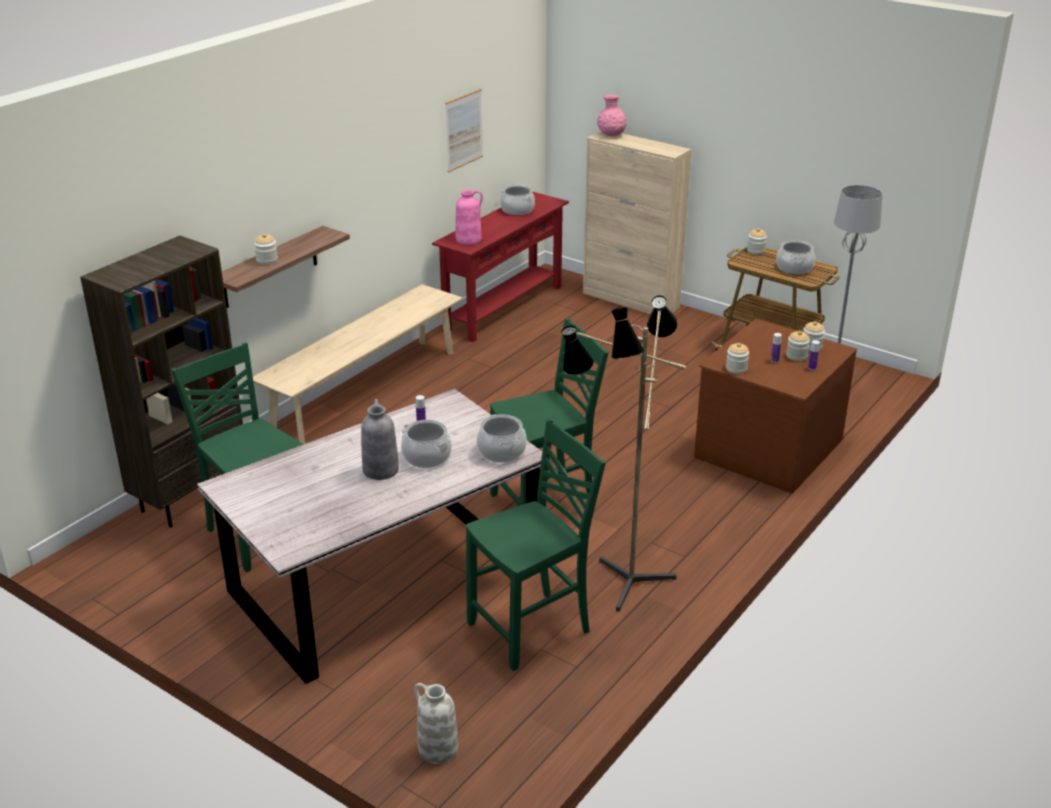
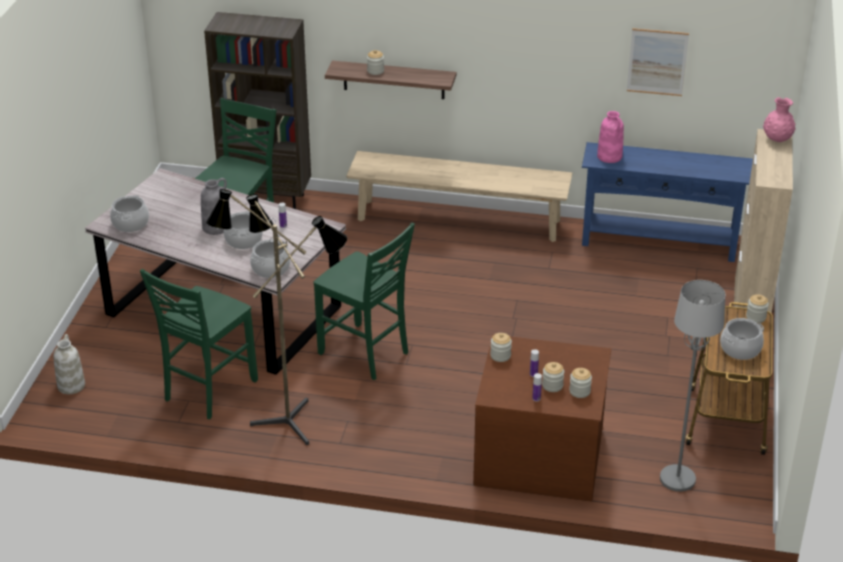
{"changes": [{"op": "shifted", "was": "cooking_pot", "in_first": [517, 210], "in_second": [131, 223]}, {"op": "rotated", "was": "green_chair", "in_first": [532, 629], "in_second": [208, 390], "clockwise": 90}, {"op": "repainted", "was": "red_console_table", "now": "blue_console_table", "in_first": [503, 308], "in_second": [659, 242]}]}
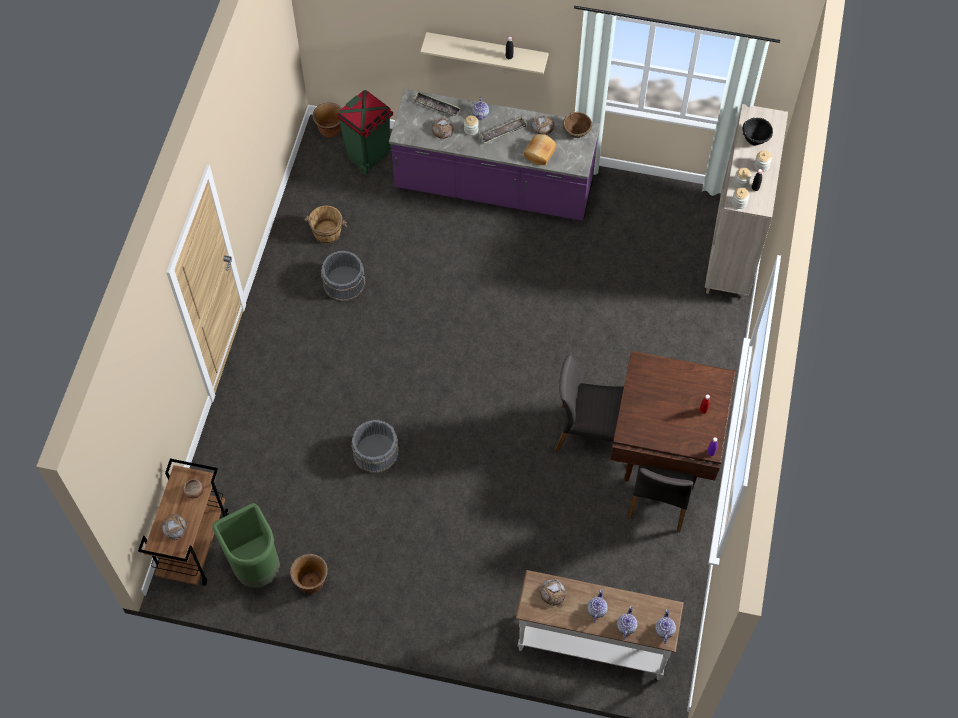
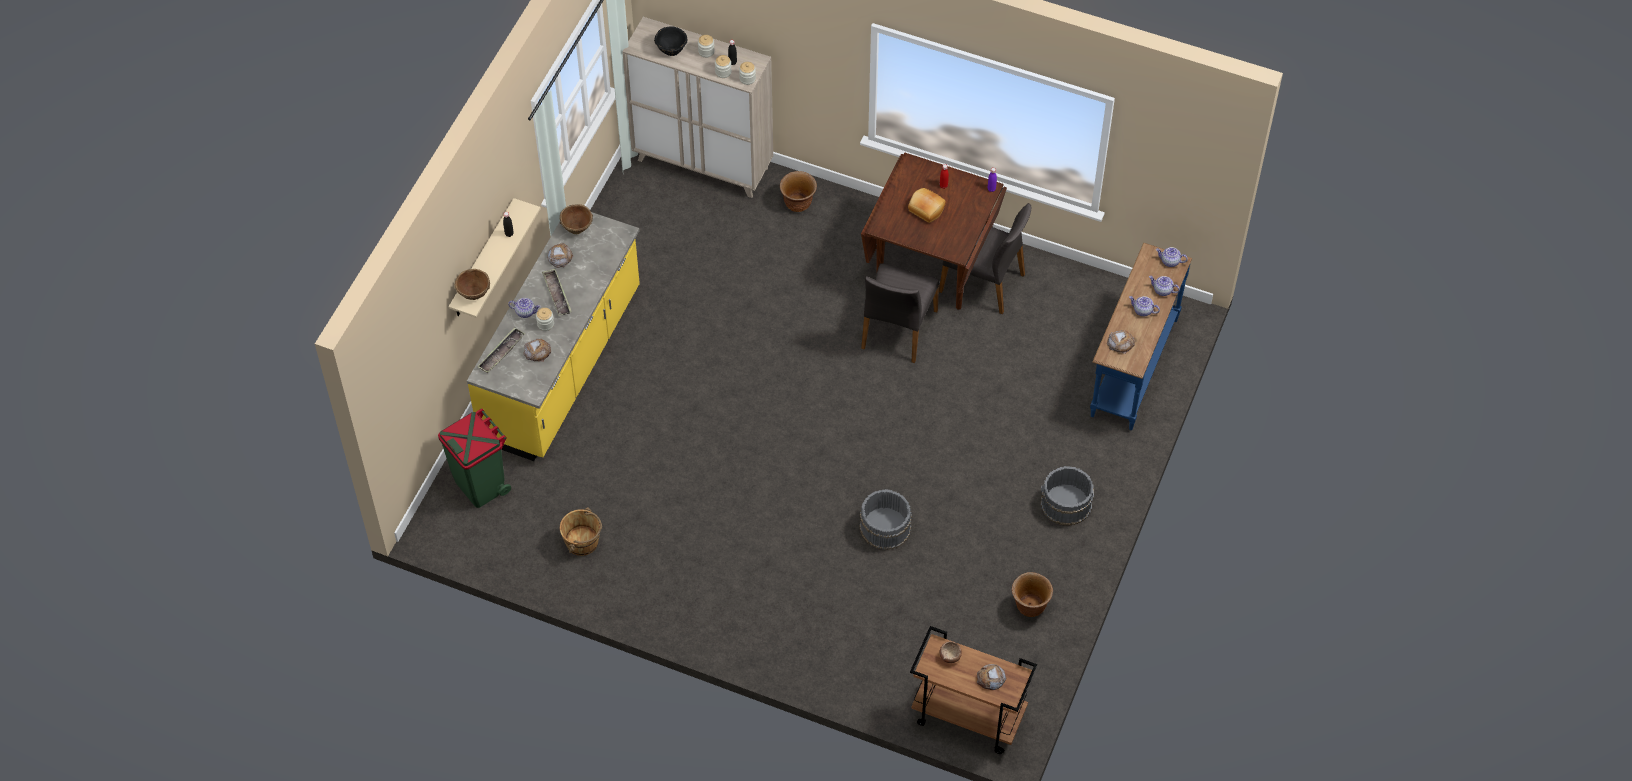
{"changes": [{"op": "new", "now": "brown_bowl", "in_second": [474, 294]}, {"op": "repainted", "was": "purple_counter", "now": "yellow_counter", "in_first": [494, 188], "in_second": [563, 366]}, {"op": "shifted", "was": "brown_planter", "in_first": [330, 130], "in_second": [798, 203]}, {"op": "shifted", "was": "bread", "in_first": [539, 153], "in_second": [926, 210]}, {"op": "shifted", "was": "grey_bucket", "in_first": [343, 282], "in_second": [1066, 504]}, {"op": "repainted", "was": "white_console_table", "now": "blue_console_table", "in_first": [593, 643], "in_second": [1132, 367]}, {"op": "gone", "was": "green_trash_can", "in_first": [256, 565]}]}
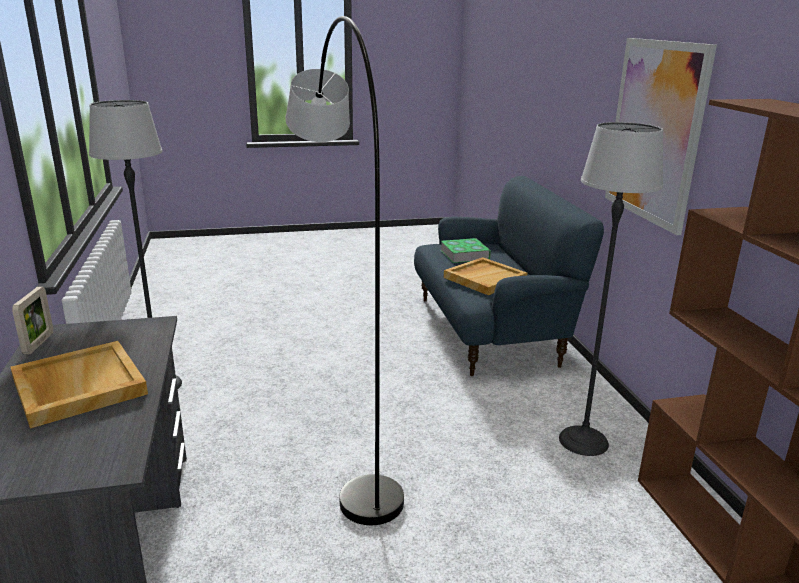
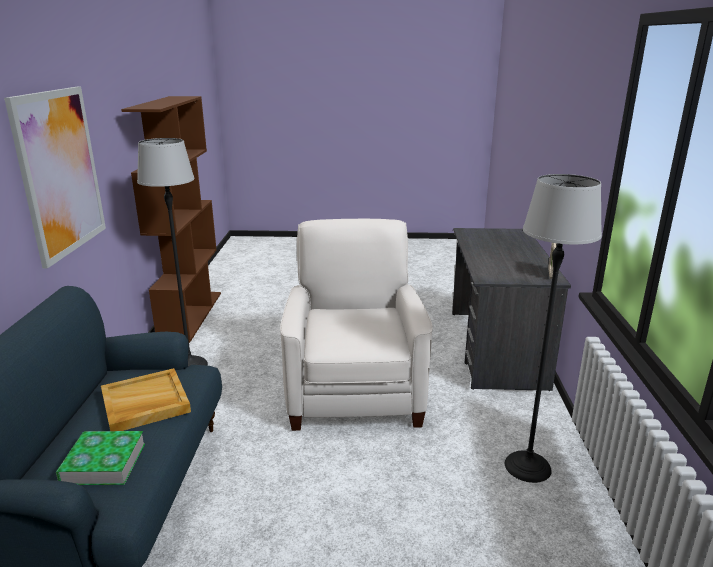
{"changes": [{"op": "swapped", "was": "grey_floor_lamp", "now": "white_armchair", "in_first": [344, 434], "in_second": [354, 392]}, {"op": "gone", "was": "beige_tray", "in_first": [78, 386]}]}
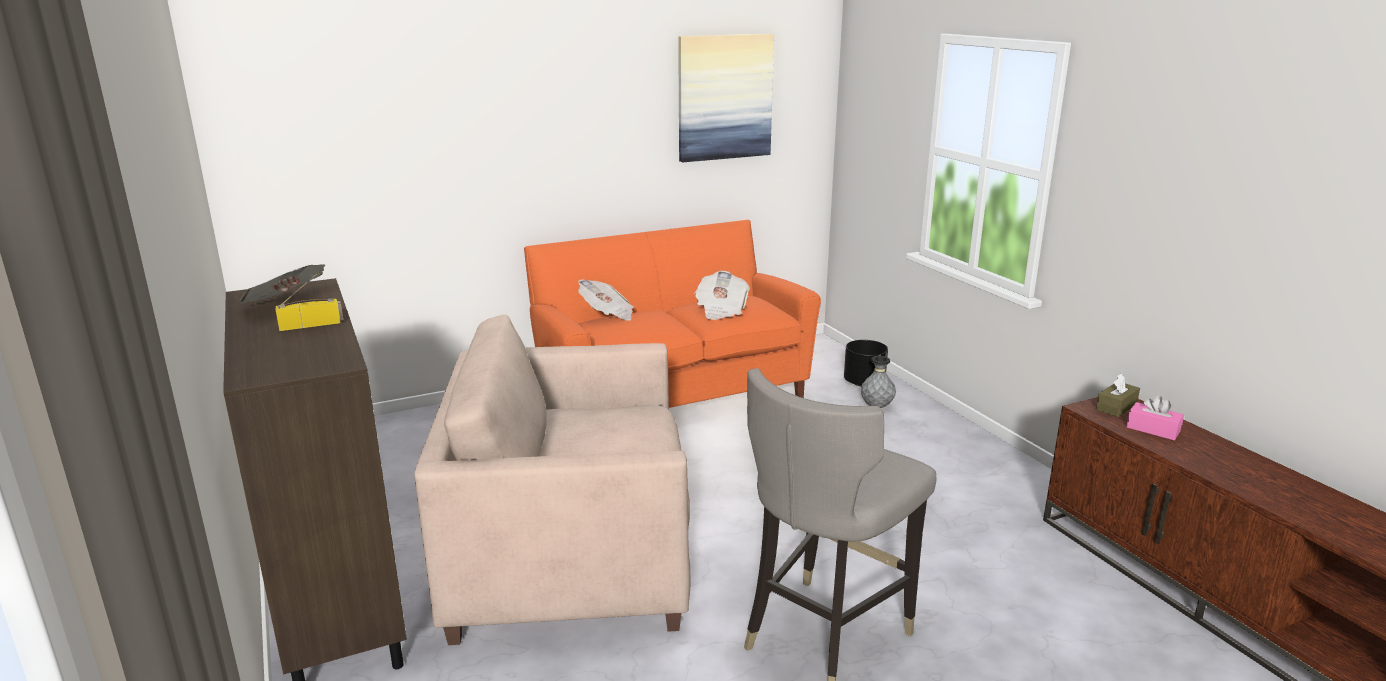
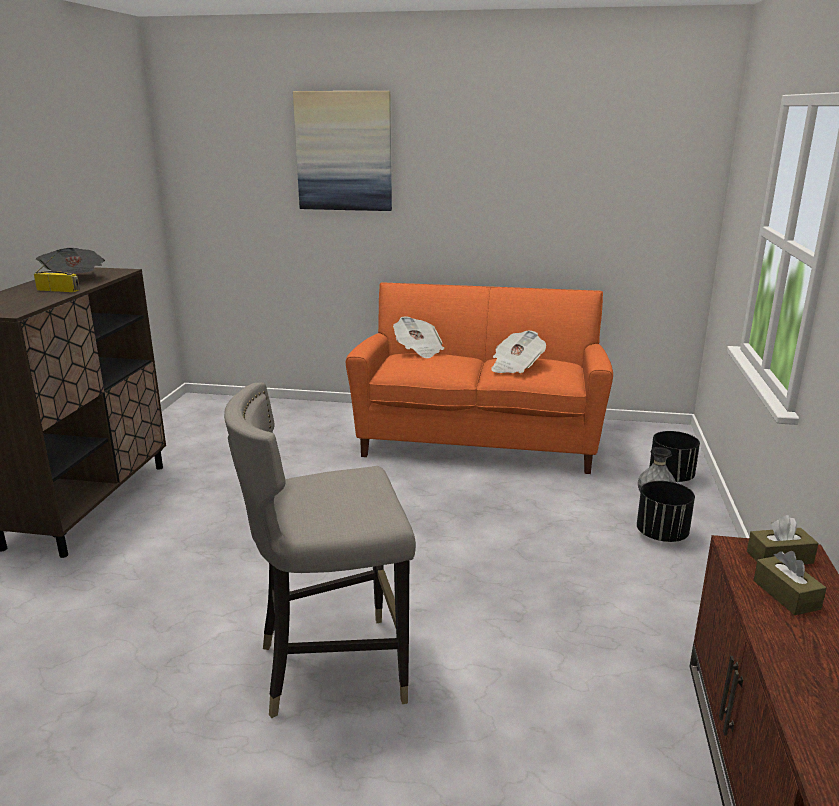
{"changes": [{"op": "shifted", "was": "picture", "in_first": [724, 97], "in_second": [344, 151]}, {"op": "new", "now": "black_planter", "in_second": [662, 535]}, {"op": "repainted", "was": "pink_tissue_box", "now": "brown_tissue_box", "in_first": [1153, 429], "in_second": [786, 595]}, {"op": "gone", "was": "beige_armchair", "in_first": [570, 561]}]}
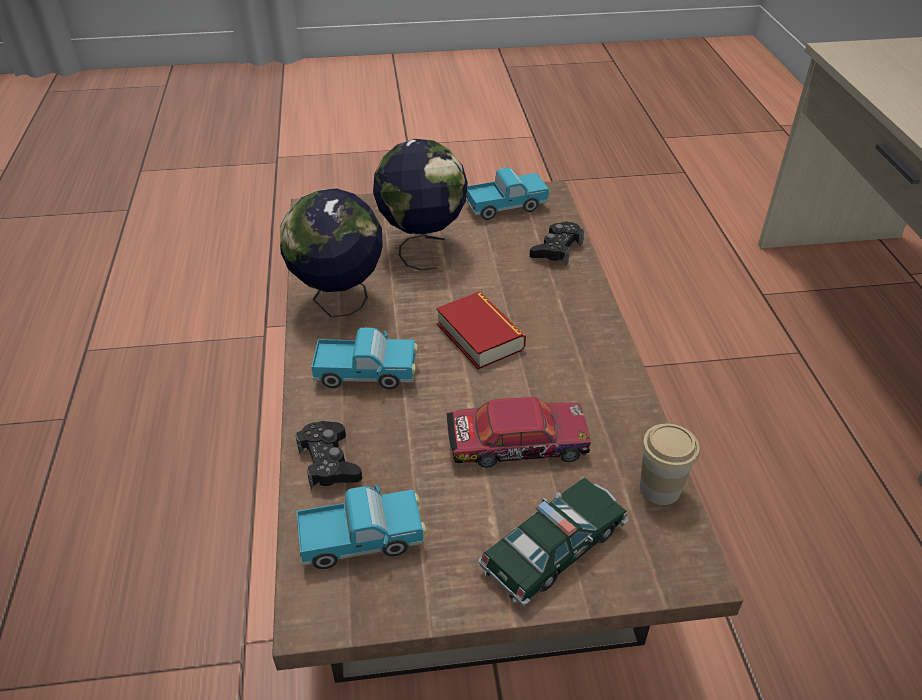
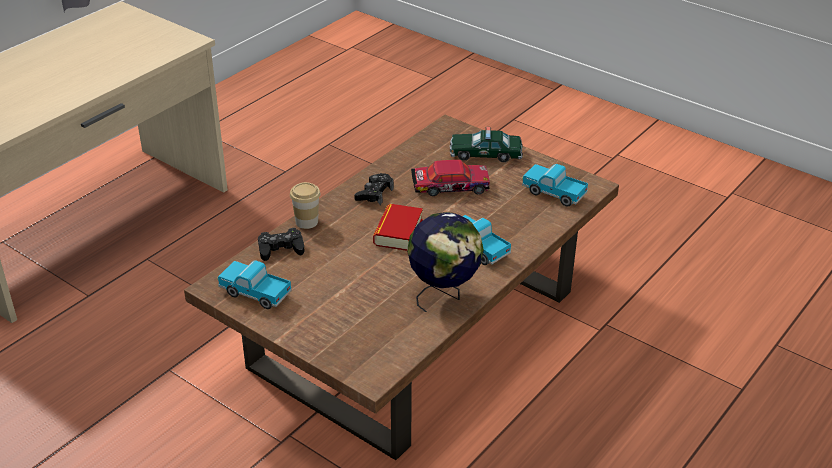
{"changes": [{"op": "shifted", "was": "cup", "in_first": [660, 488], "in_second": [306, 222]}, {"op": "shifted", "was": "black_game_controller", "in_first": [329, 462], "in_second": [374, 193]}, {"op": "rotated", "was": "toy_car", "in_first": [516, 443], "in_second": [450, 186], "clockwise": 135}, {"op": "gone", "was": "globe", "in_first": [422, 247]}]}
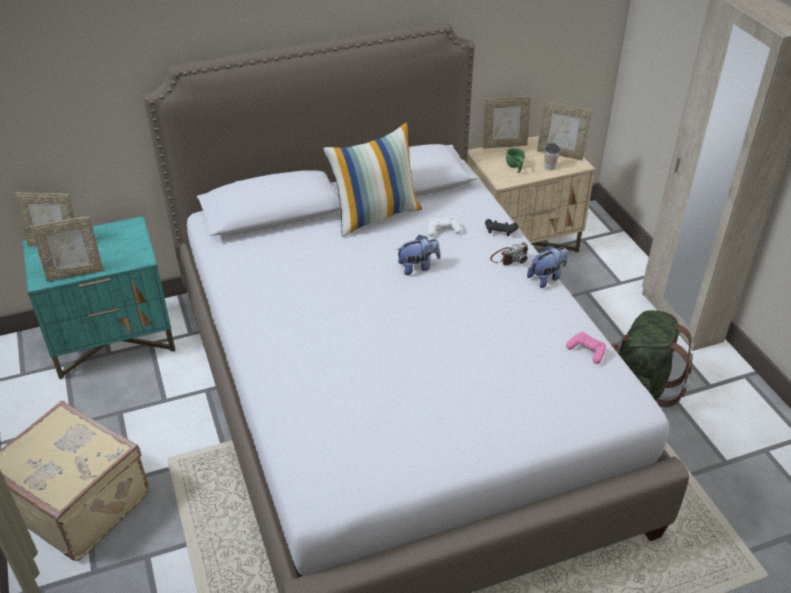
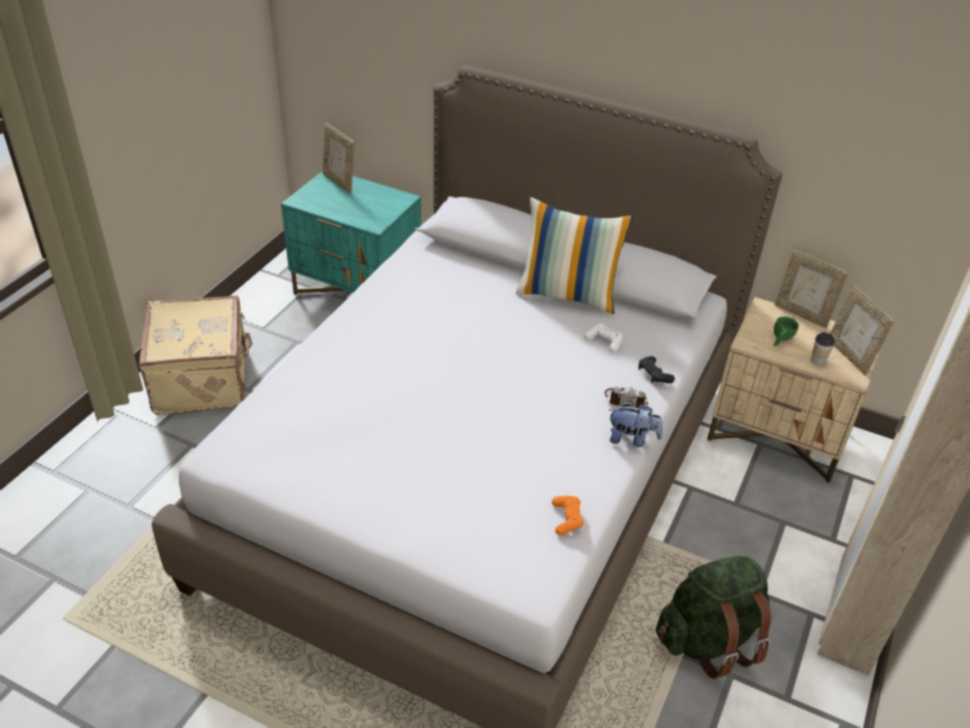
{"changes": [{"op": "repainted", "was": "pink_game_controller", "now": "orange_game_controller", "in_first": [586, 351], "in_second": [566, 519]}, {"op": "gone", "was": "picture_frame", "in_first": [75, 273]}, {"op": "gone", "was": "plush_toy", "in_first": [418, 267]}]}
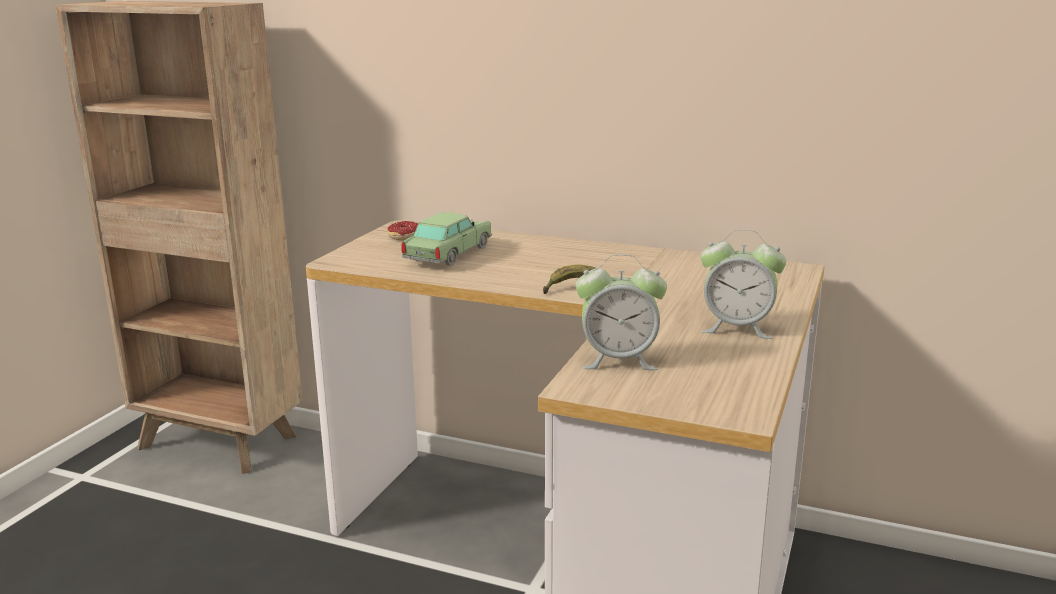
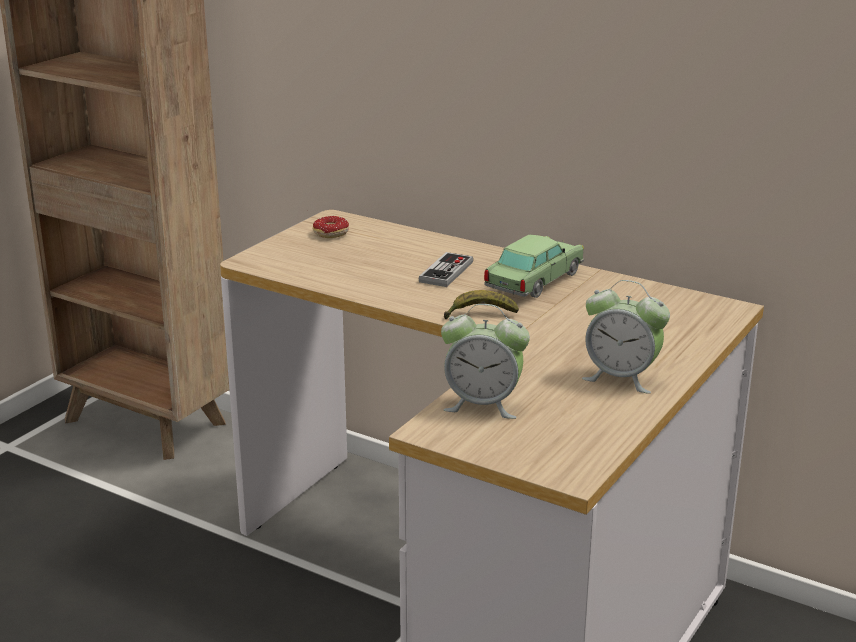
{"changes": [{"op": "new", "now": "game_controller", "in_second": [446, 272]}, {"op": "shifted", "was": "toy_car", "in_first": [448, 255], "in_second": [534, 282]}]}
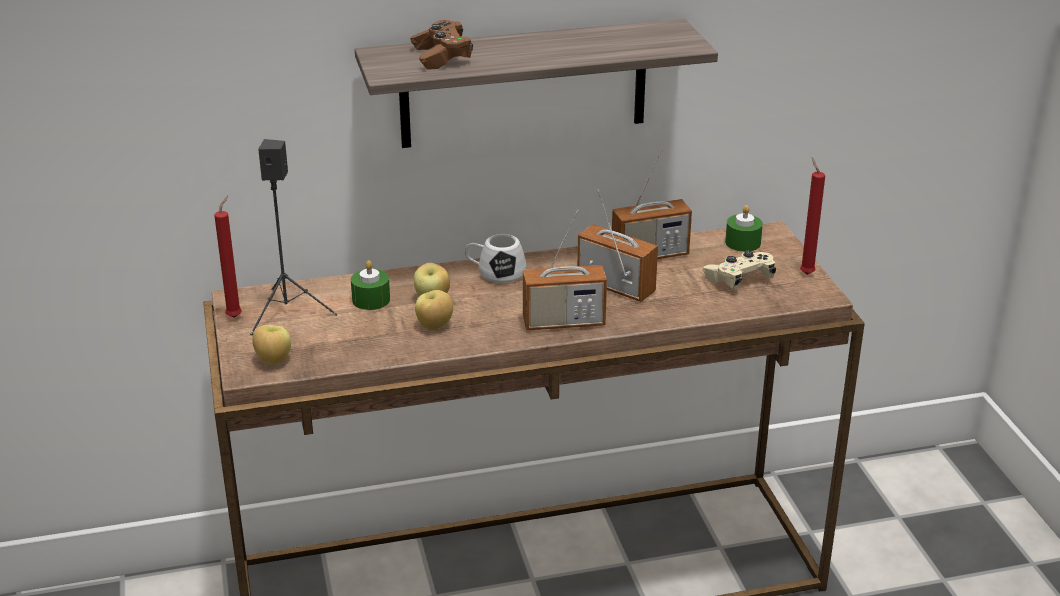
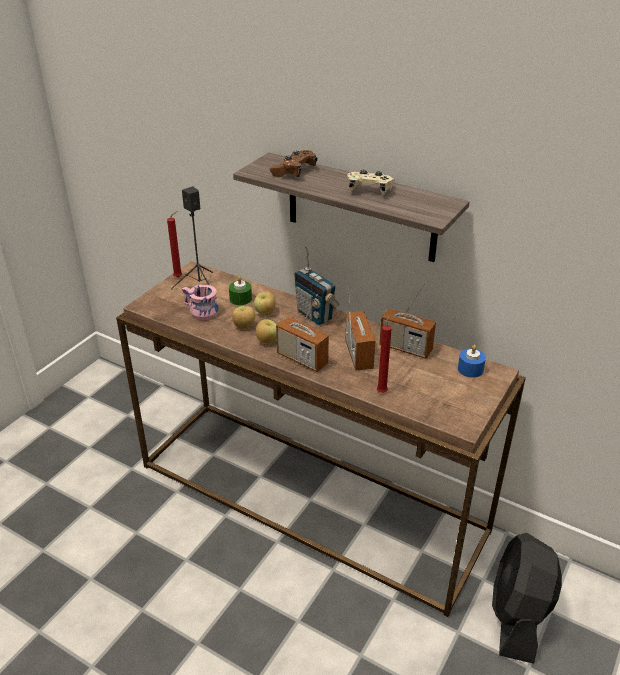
{"changes": [{"op": "new", "now": "pink_mug", "in_second": [199, 312]}, {"op": "shifted", "was": "apple", "in_first": [273, 361], "in_second": [267, 341]}, {"op": "swapped", "was": "white_mug", "now": "radio", "in_first": [495, 272], "in_second": [315, 315]}, {"op": "shifted", "was": "beige_game_controller", "in_first": [739, 280], "in_second": [369, 190]}, {"op": "shifted", "was": "red_candle", "in_first": [805, 273], "in_second": [382, 391]}, {"op": "repainted", "was": "green_candle", "now": "blue_candle", "in_first": [743, 243], "in_second": [470, 369]}, {"op": "new", "now": "black_fan", "in_second": [517, 616]}]}
